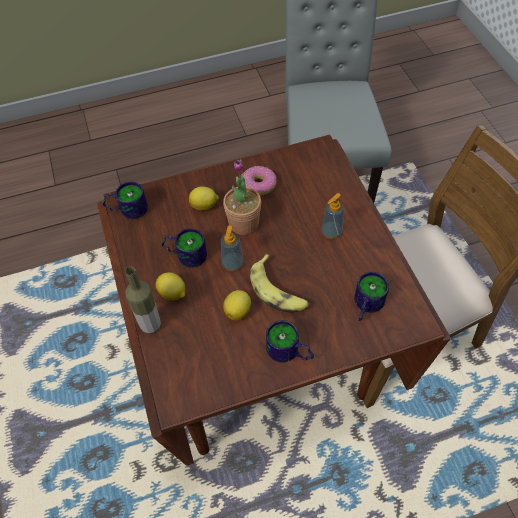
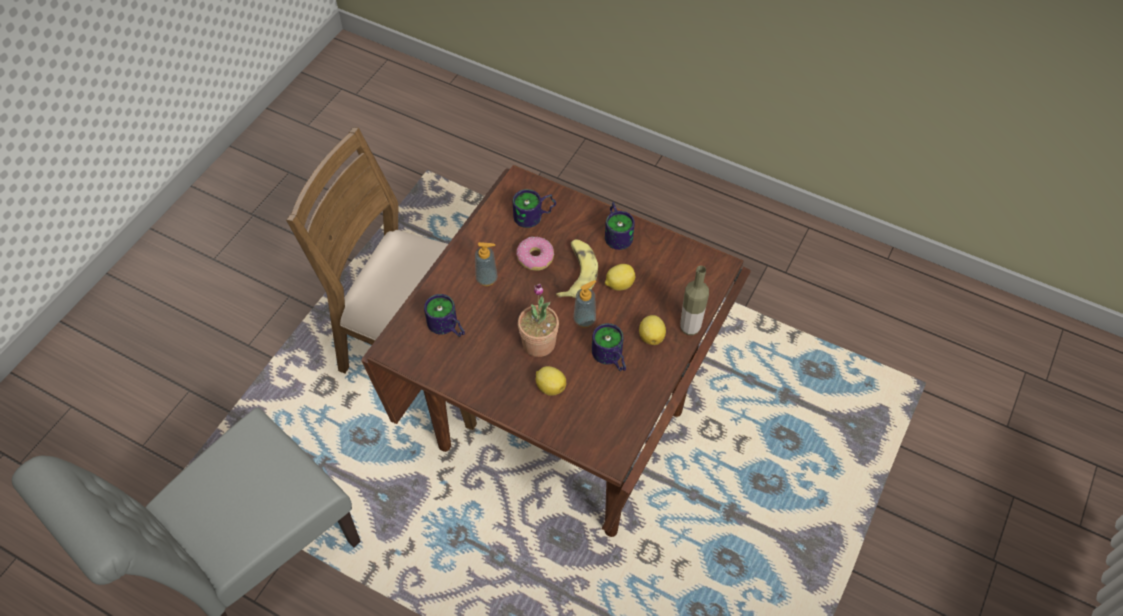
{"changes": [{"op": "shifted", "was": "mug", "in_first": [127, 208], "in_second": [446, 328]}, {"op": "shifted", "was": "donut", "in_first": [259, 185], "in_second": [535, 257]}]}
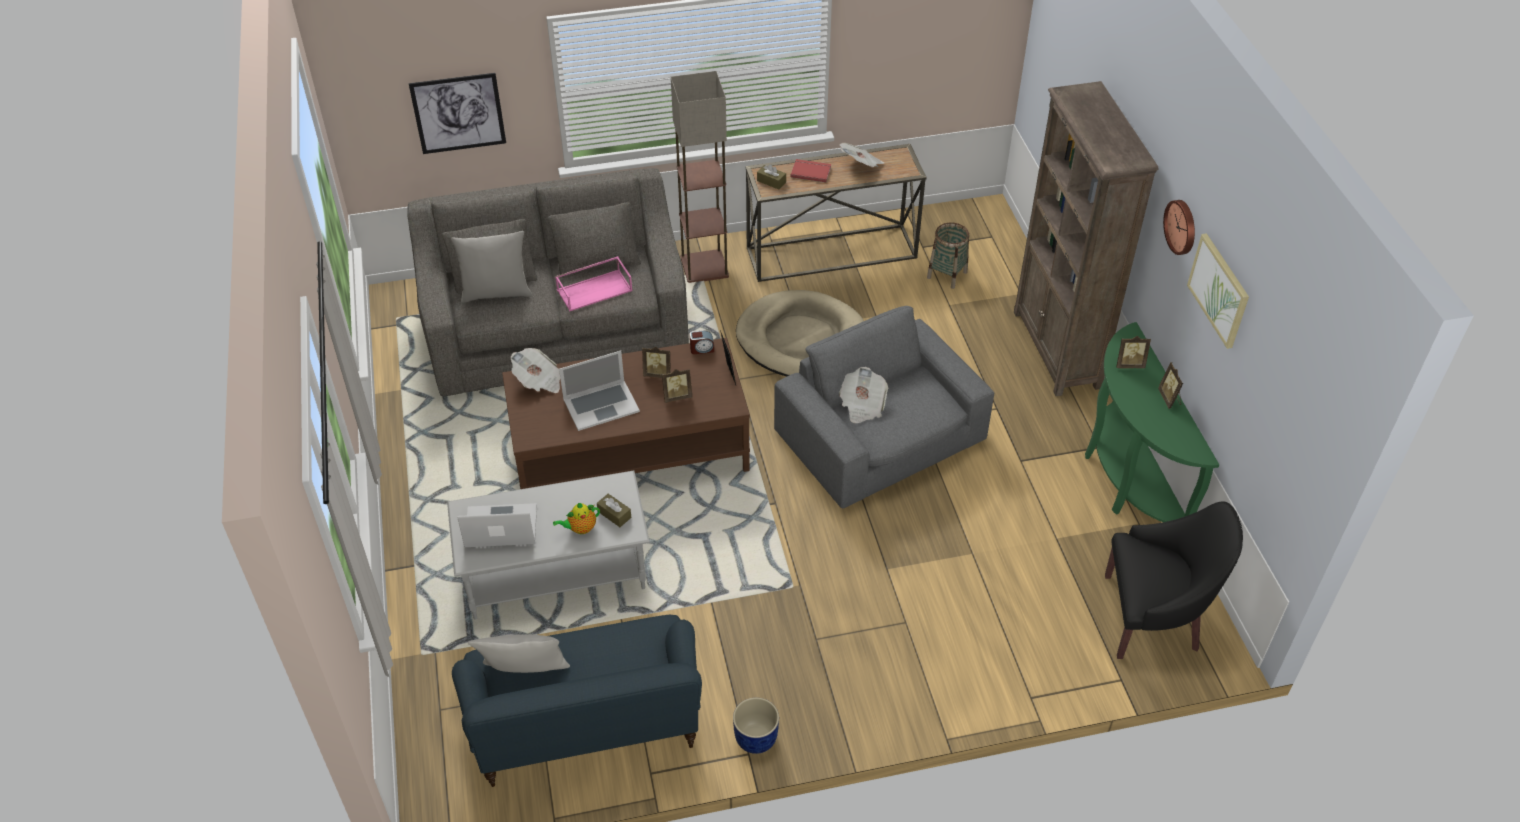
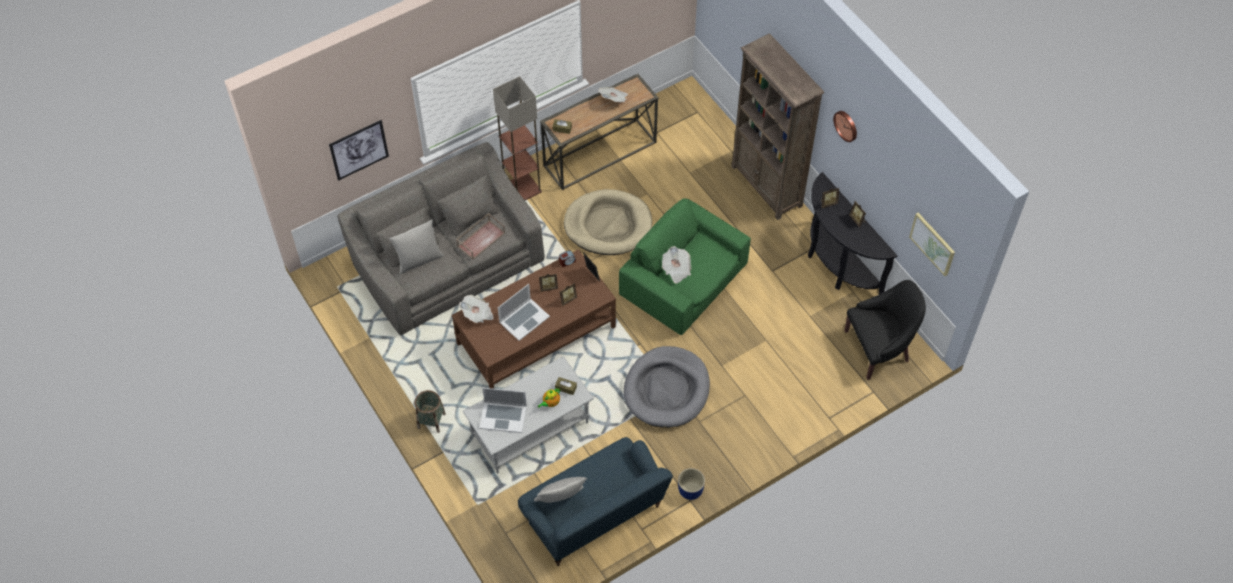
{"changes": [{"op": "shifted", "was": "basket", "in_first": [947, 275], "in_second": [431, 420]}, {"op": "repainted", "was": "pink_tray", "now": "brown_tray", "in_first": [595, 290], "in_second": [481, 239]}, {"op": "rotated", "was": "laptop", "in_first": [501, 526], "in_second": [503, 416], "clockwise": -150}, {"op": "repainted", "was": "grey_armchair", "now": "green_armchair", "in_first": [882, 437], "in_second": [685, 279]}, {"op": "new", "now": "grey_dog_bed", "in_second": [667, 389]}, {"op": "repainted", "was": "green_console_table", "now": "black_console_table", "in_first": [1126, 478], "in_second": [836, 264]}, {"op": "shifted", "was": "picture", "in_first": [1219, 290], "in_second": [932, 243]}, {"op": "gone", "was": "red_book", "in_first": [811, 171]}]}
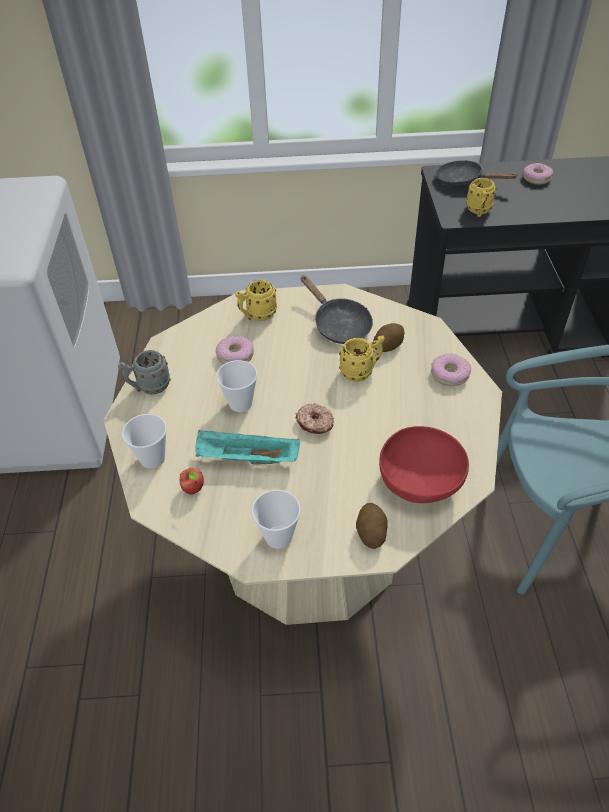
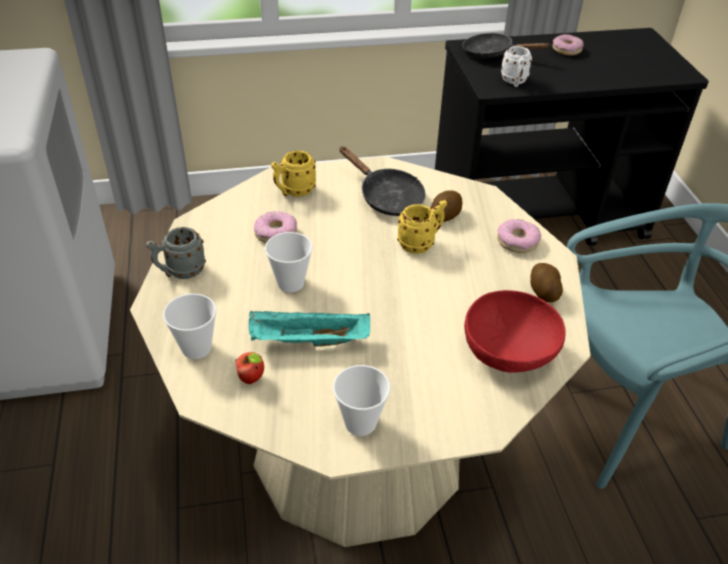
{"changes": [{"op": "repainted", "was": "yellow_mug", "now": "white_mug", "in_first": [478, 212], "in_second": [514, 82]}, {"op": "shifted", "was": "potato", "in_first": [371, 532], "in_second": [543, 291]}, {"op": "gone", "was": "donut", "in_first": [315, 423]}]}
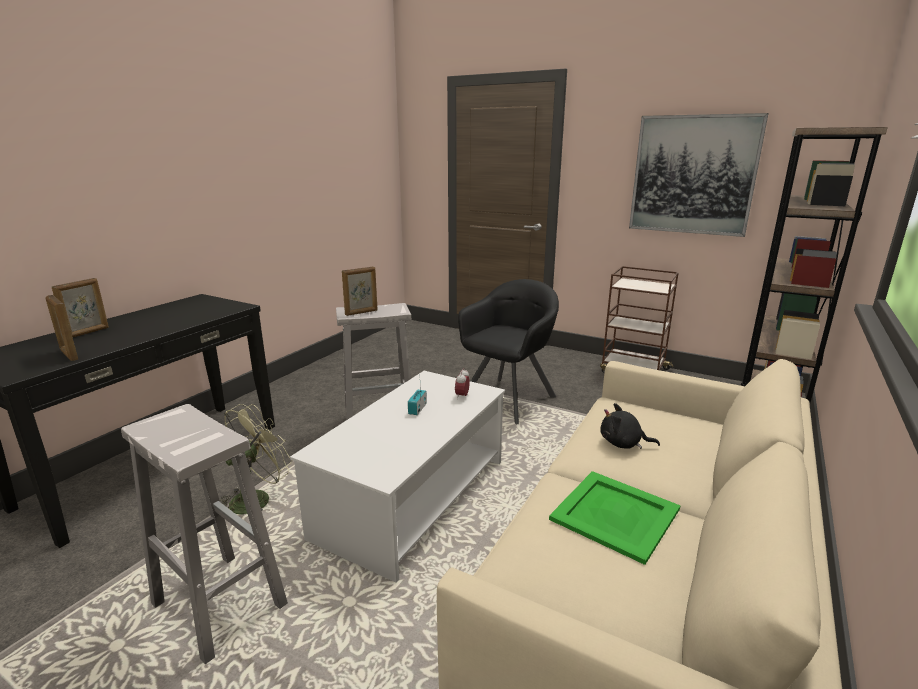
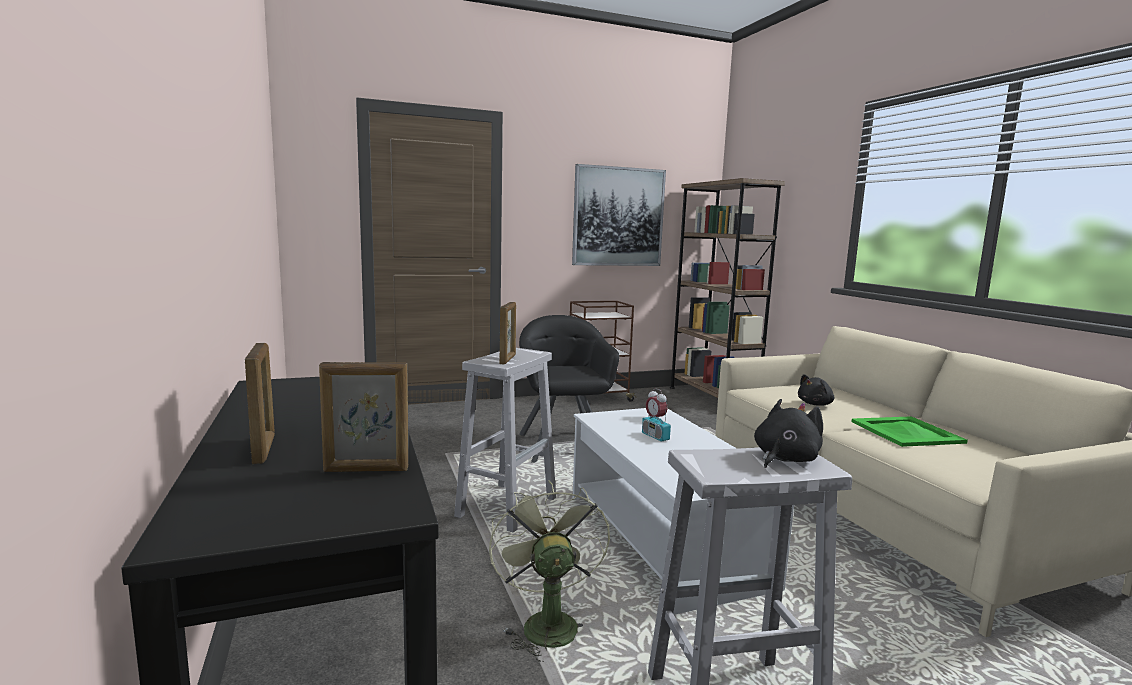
{"changes": [{"op": "new", "now": "black_plush_toy", "in_second": [784, 459]}]}
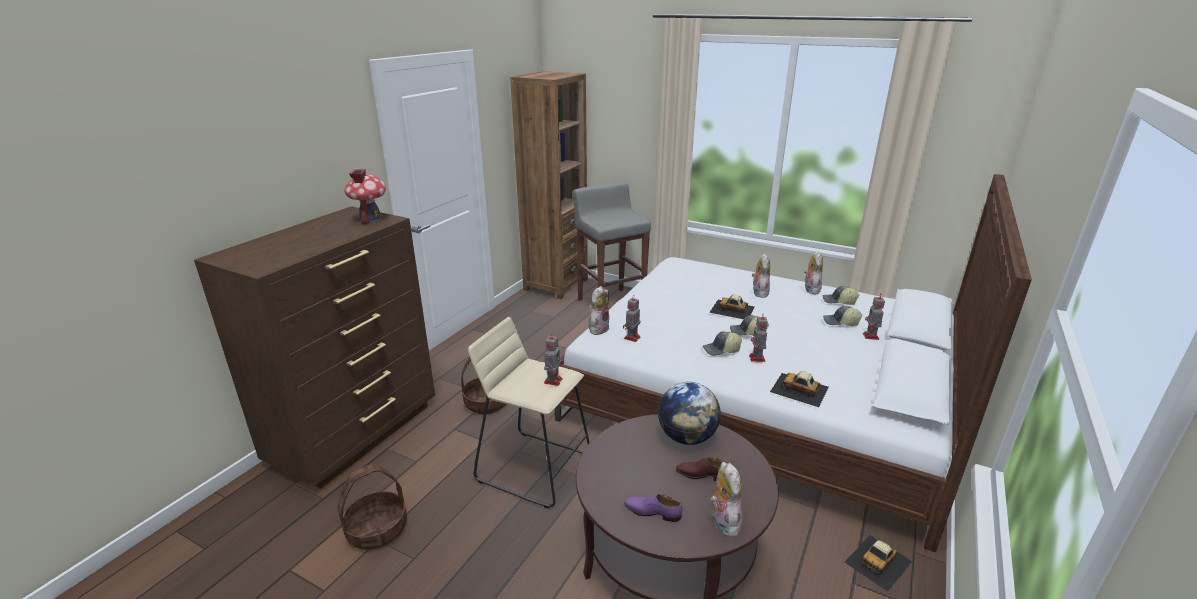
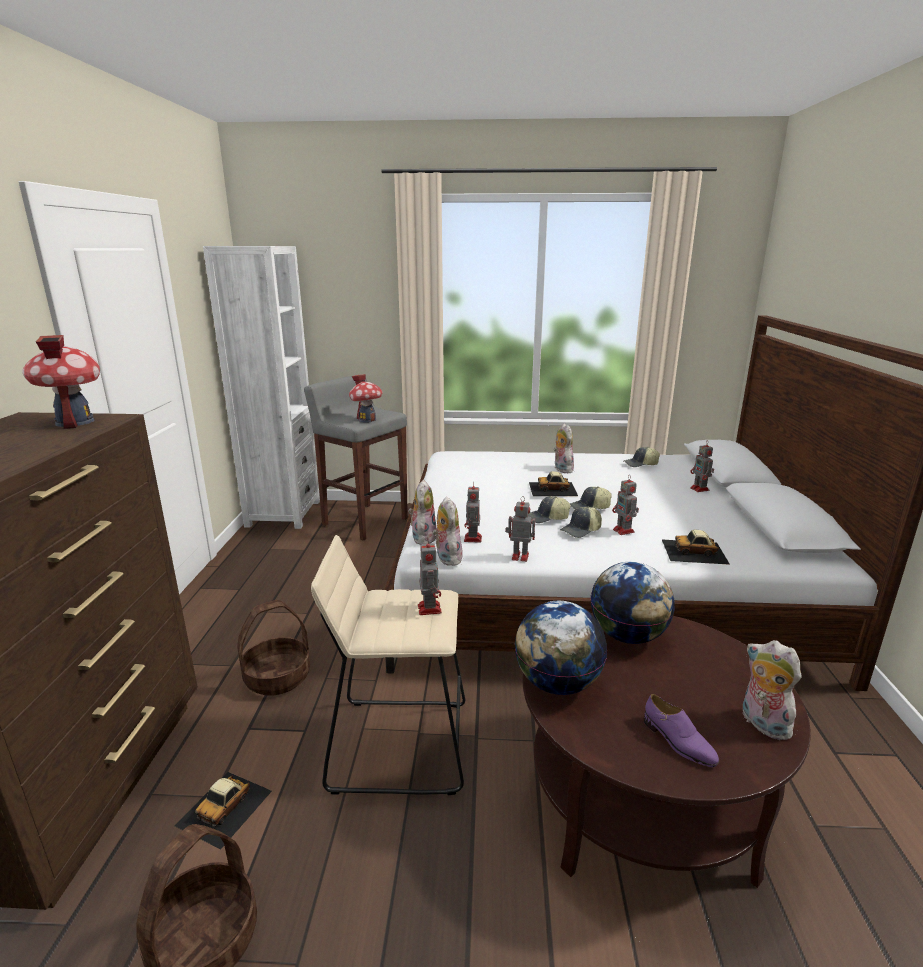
{"changes": [{"op": "shifted", "was": "toy_car", "in_first": [878, 561], "in_second": [225, 807]}, {"op": "repainted", "was": "brown_bookcase", "now": "white_bookcase", "in_first": [555, 284], "in_second": [283, 514]}, {"op": "new", "now": "toy_house", "in_second": [367, 420]}, {"op": "shifted", "was": "plush_toy", "in_first": [810, 289], "in_second": [447, 558]}, {"op": "new", "now": "toy_robot", "in_second": [519, 556]}, {"op": "new", "now": "globe", "in_second": [557, 683]}, {"op": "shifted", "was": "cap", "in_first": [840, 322], "in_second": [547, 518]}, {"op": "rotated", "was": "purple_shoe", "in_first": [652, 512], "in_second": [678, 742], "clockwise": -120}, {"op": "gone", "was": "brown_shoe", "in_first": [703, 475]}]}
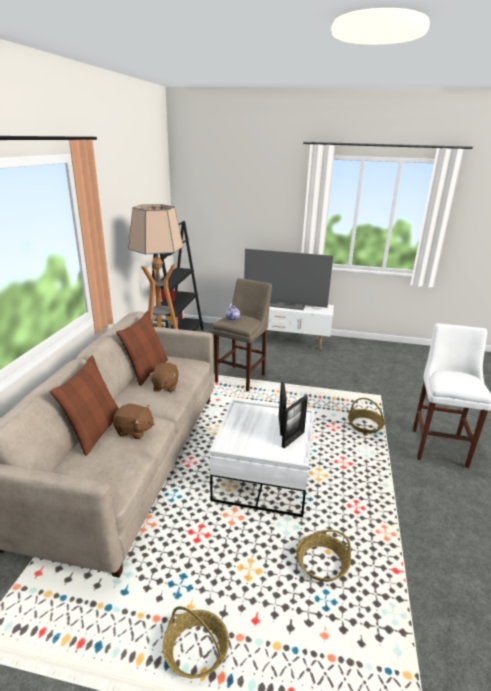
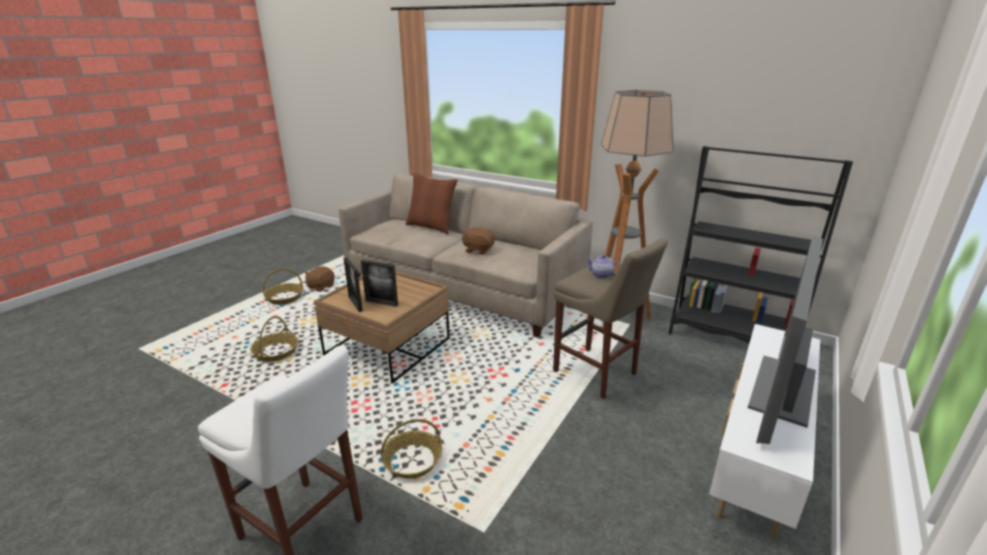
{"changes": [{"op": "shifted", "was": "brown_plush_toy", "in_first": [134, 431], "in_second": [320, 287]}, {"op": "repainted", "was": "white_coffee_table", "now": "brown_coffee_table", "in_first": [263, 477], "in_second": [388, 347]}, {"op": "gone", "was": "brown_pillow", "in_first": [147, 371]}]}
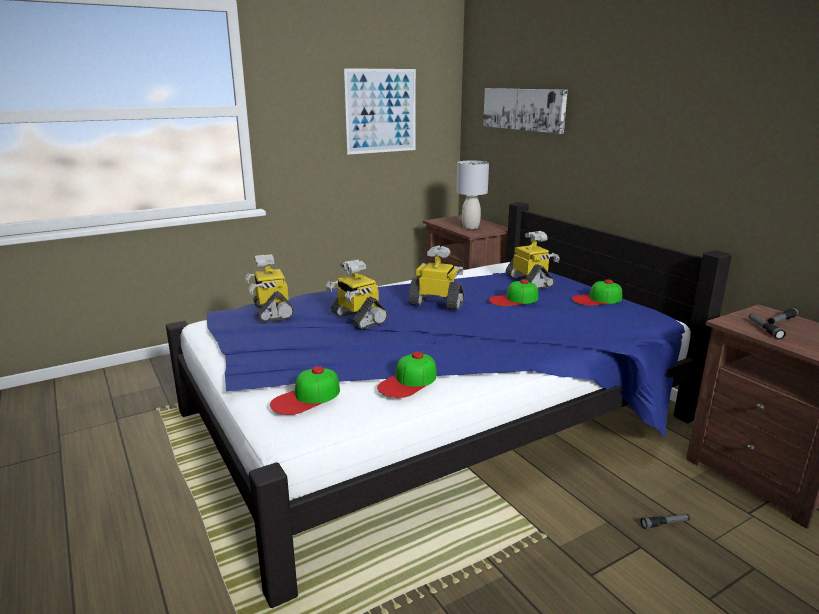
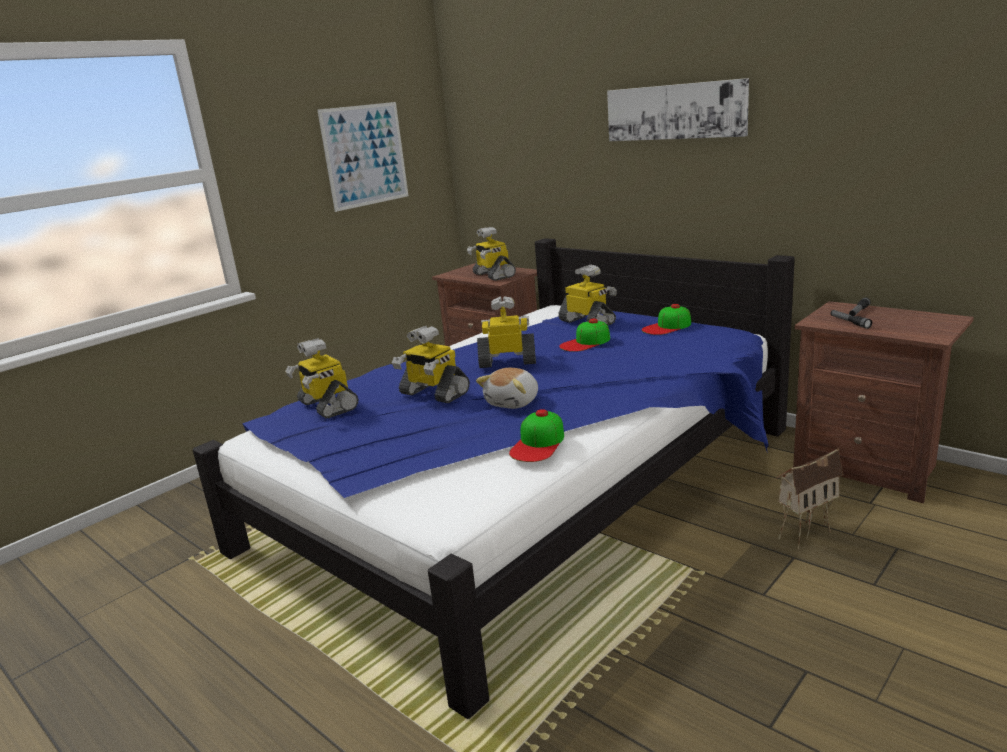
{"changes": [{"op": "swapped", "was": "grey_table_lamp", "now": "toy_robot", "in_first": [471, 227], "in_second": [493, 275]}, {"op": "new", "now": "plush_toy", "in_second": [514, 402]}, {"op": "shifted", "was": "picture", "in_first": [523, 109], "in_second": [675, 111]}, {"op": "swapped", "was": "flashlight", "now": "toy_house", "in_first": [664, 524], "in_second": [804, 532]}, {"op": "gone", "was": "cap", "in_first": [306, 398]}]}
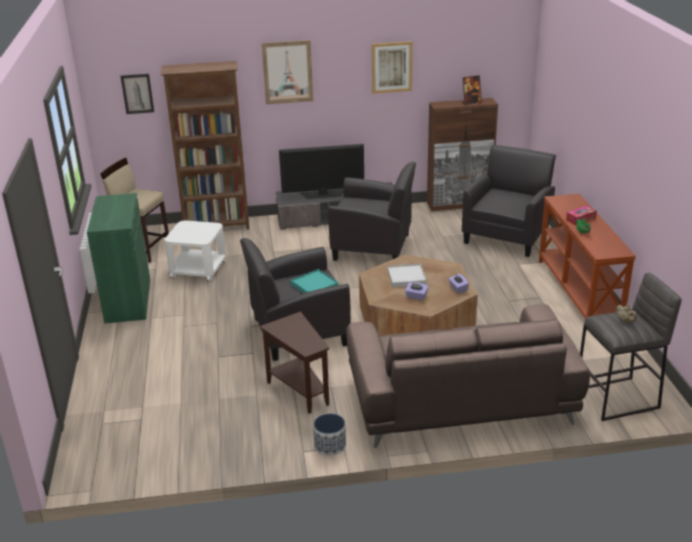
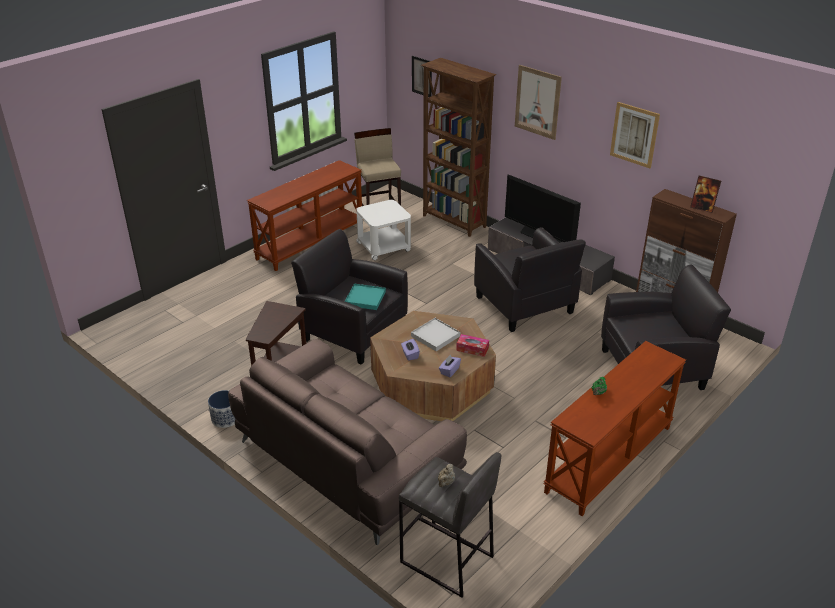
{"changes": [{"op": "swapped", "was": "green_cabinet", "now": "brown_console_table", "in_first": [128, 300], "in_second": [310, 242]}, {"op": "shifted", "was": "tissue_box", "in_first": [580, 219], "in_second": [472, 349]}]}
